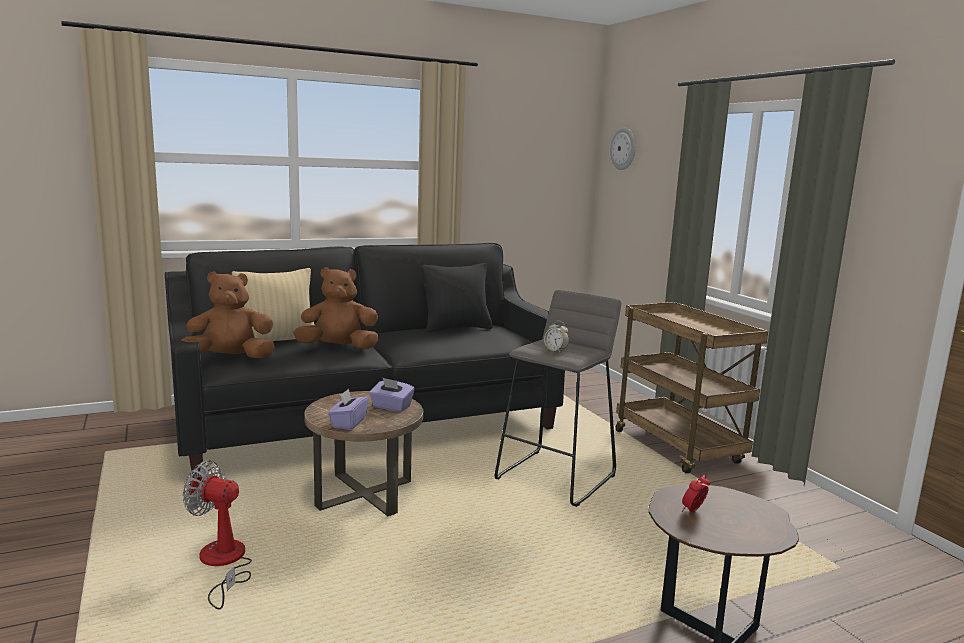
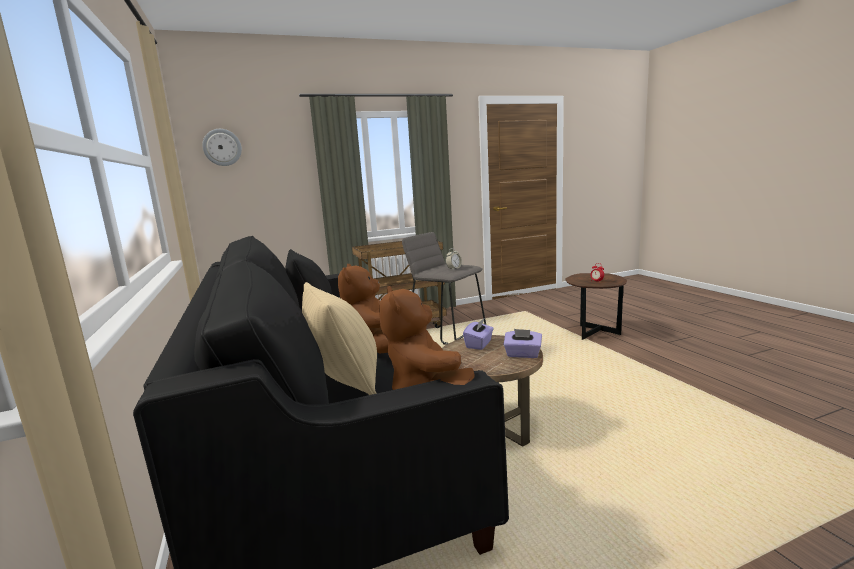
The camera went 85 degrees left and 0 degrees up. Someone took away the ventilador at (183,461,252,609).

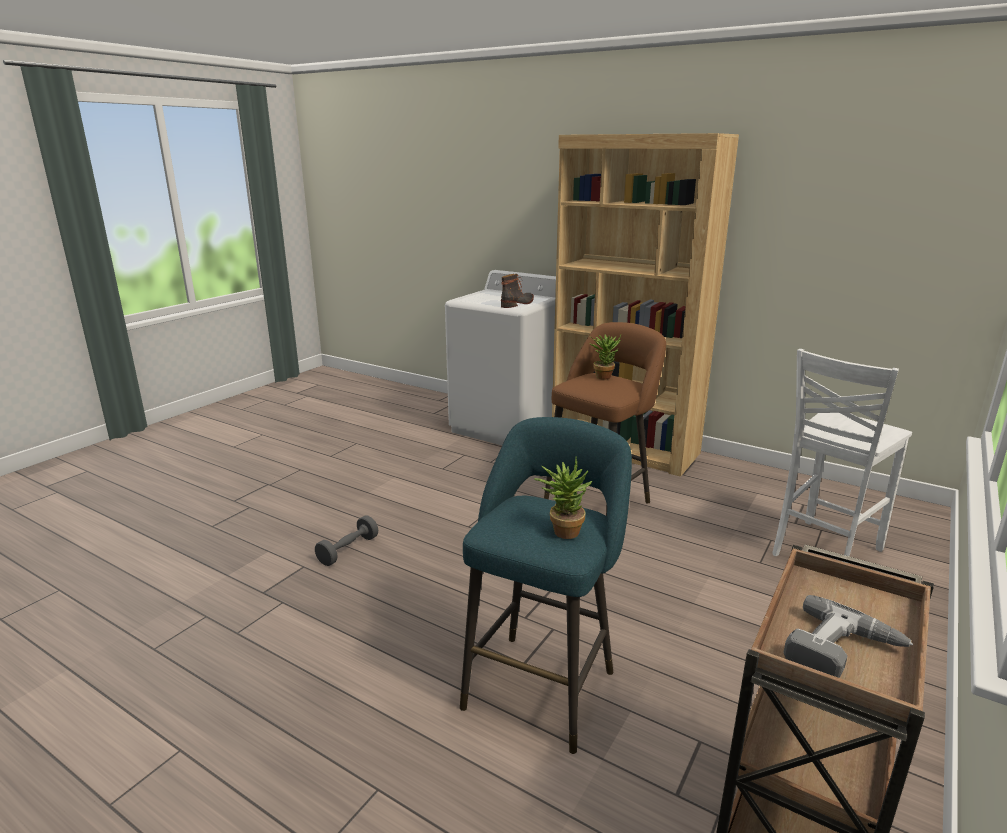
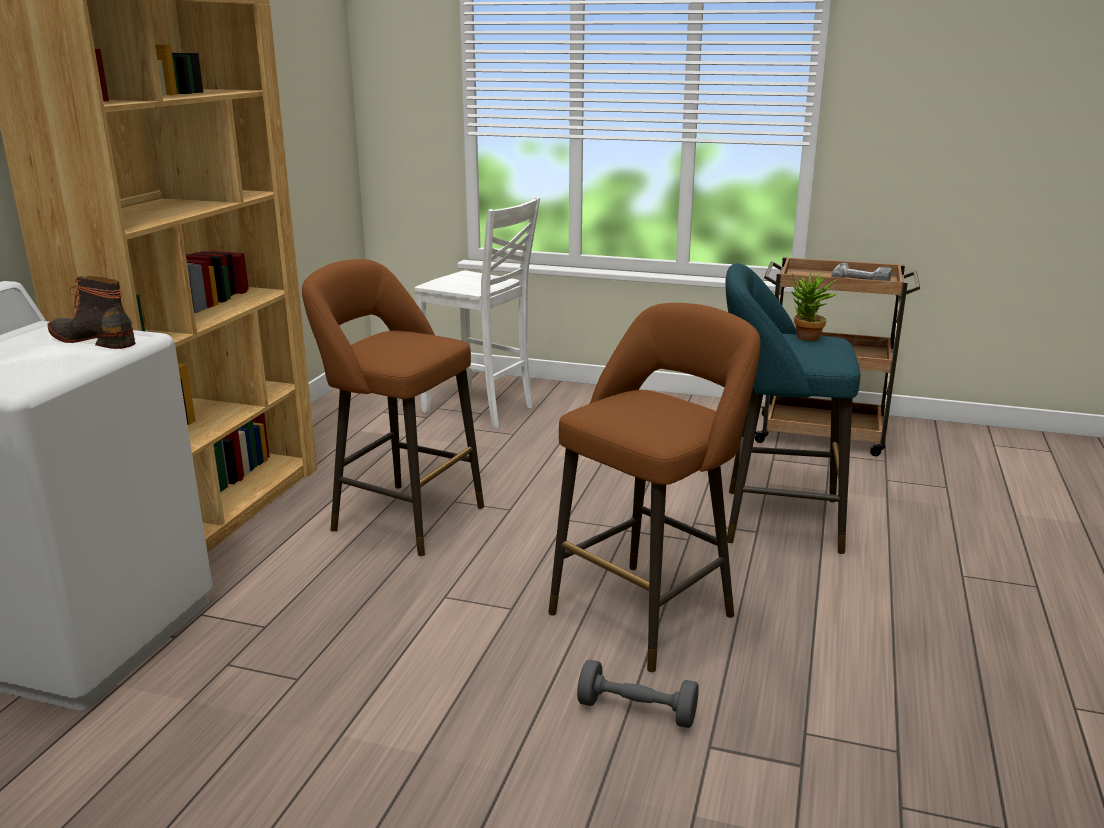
The camera went 105 degrees left and 0 degrees up. Someone took away the planta en maceta at (589,335,621,379). Someone put down the taburete (marrón) at (548,303,761,672).

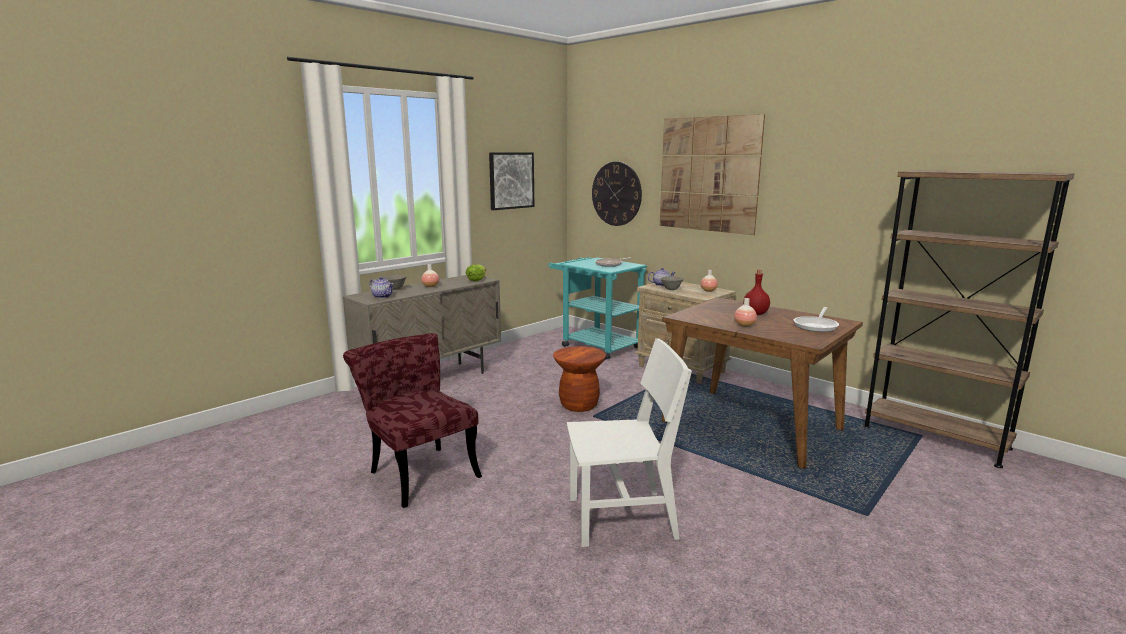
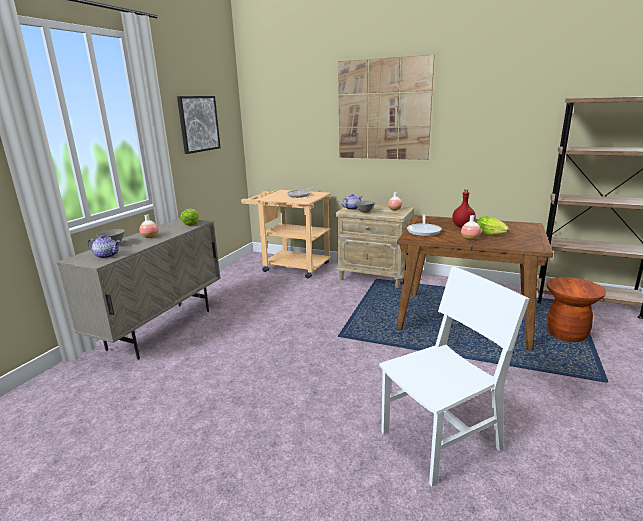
The camera went 20 degrees left and 5 degrees up. Someone took away the silla (rojo) at (343,333,482,508). Someone took away the reloj de pared at (592,162,642,226). Someone put down the lechuga at (477,216,510,235). Someone carried the taburete (marrón) from (553,346,606,412) to (546,277,606,342). Someone carried the sartén from (794,307,839,332) to (407,214,442,236). Someone repainted the carrito (turquesa) at (548,257,647,360), which became the carrito (beis) at (241,190,331,279).

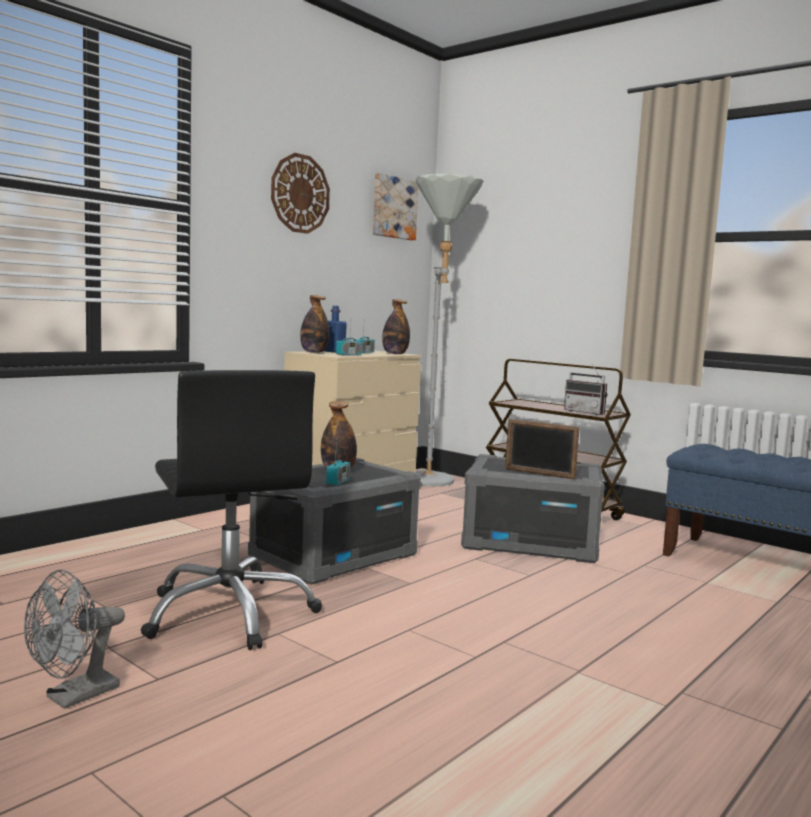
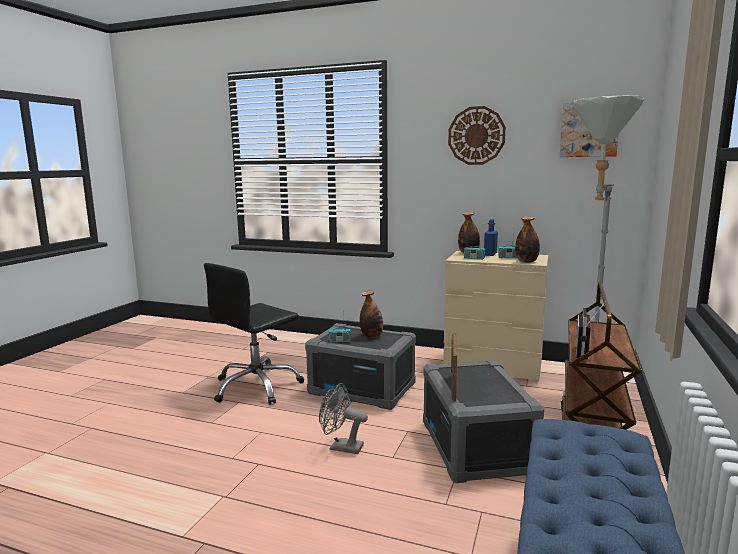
The camera went 70 degrees right and 5 degrees up. Someone carried the ventilador (gris) from (24,570,125,709) to (319,383,368,454).

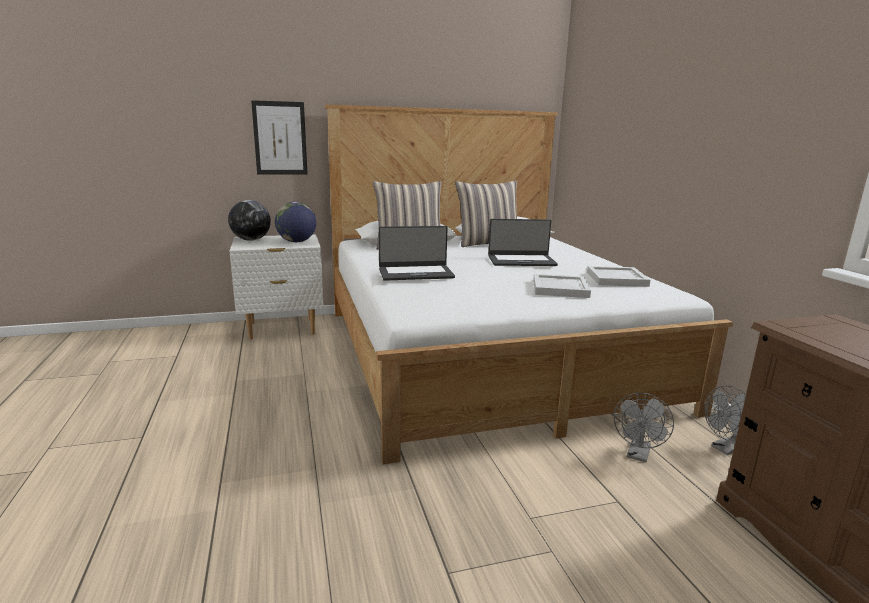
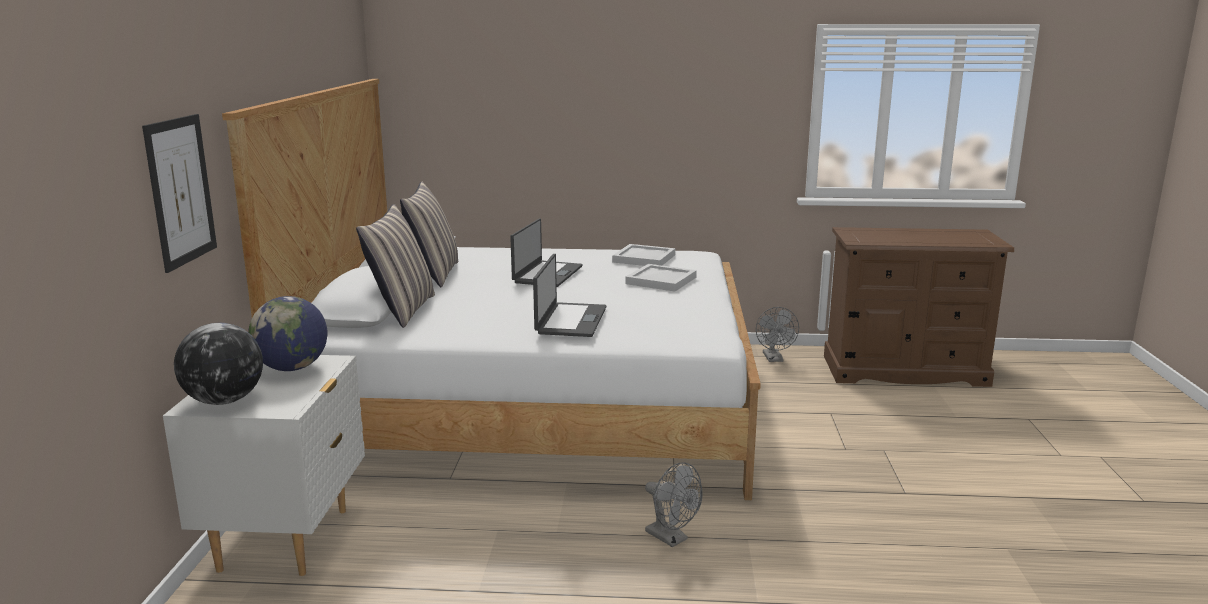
The camera went 70 degrees left and 0 degrees up. Someone carried the ventilador (gris) from (614,393,674,462) to (645,462,703,547).

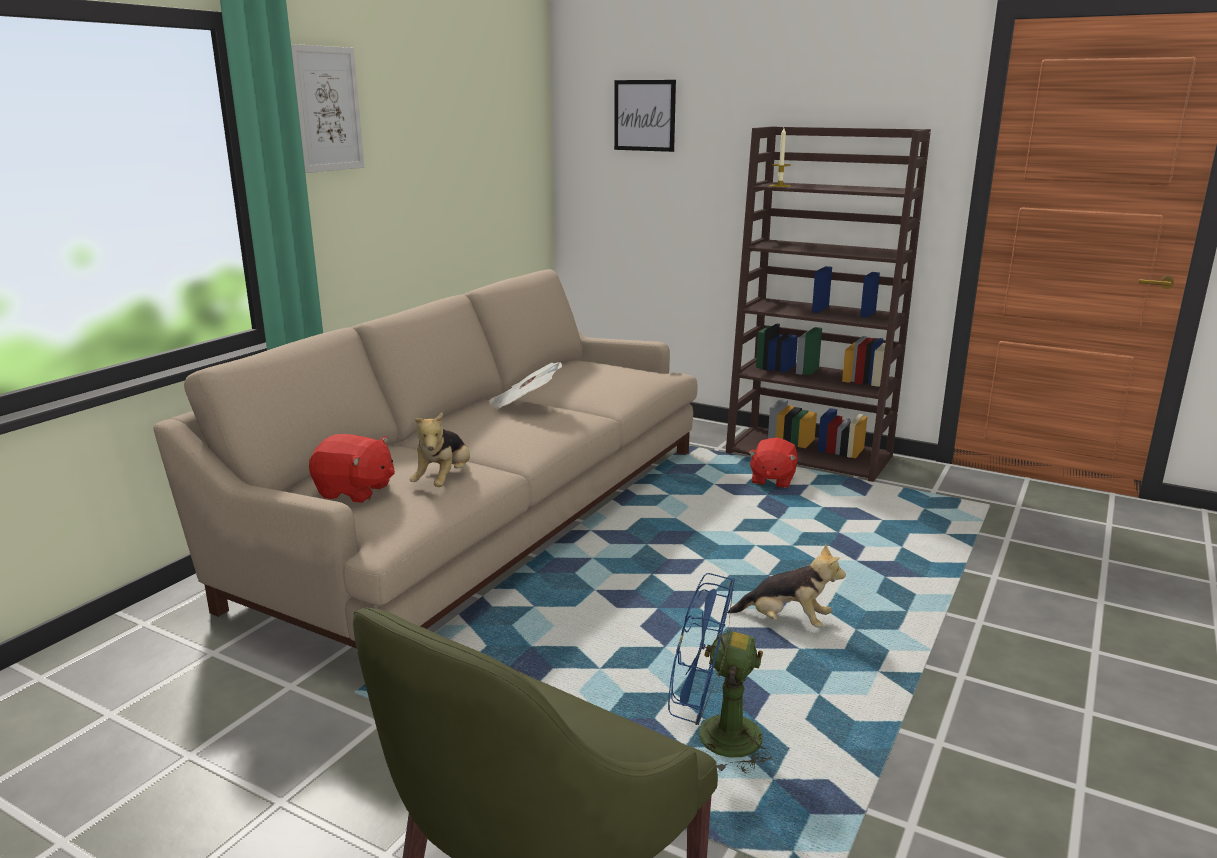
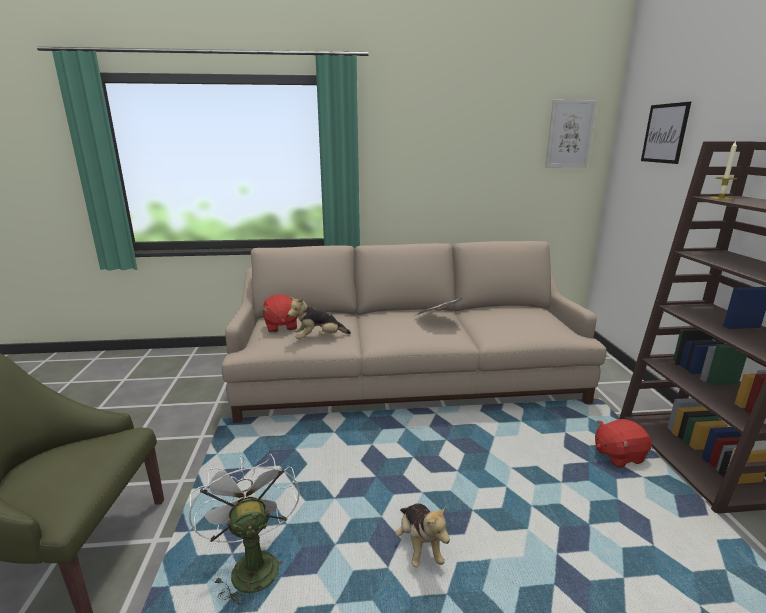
The camera went 55 degrees right and 0 degrees up. Someone carried the cuadro from (291,44,364,173) to (545,100,597,168). Someone repainted the ventilador (azul) at (668,573,781,773), which became the ventilador (blanco) at (189,454,300,609).

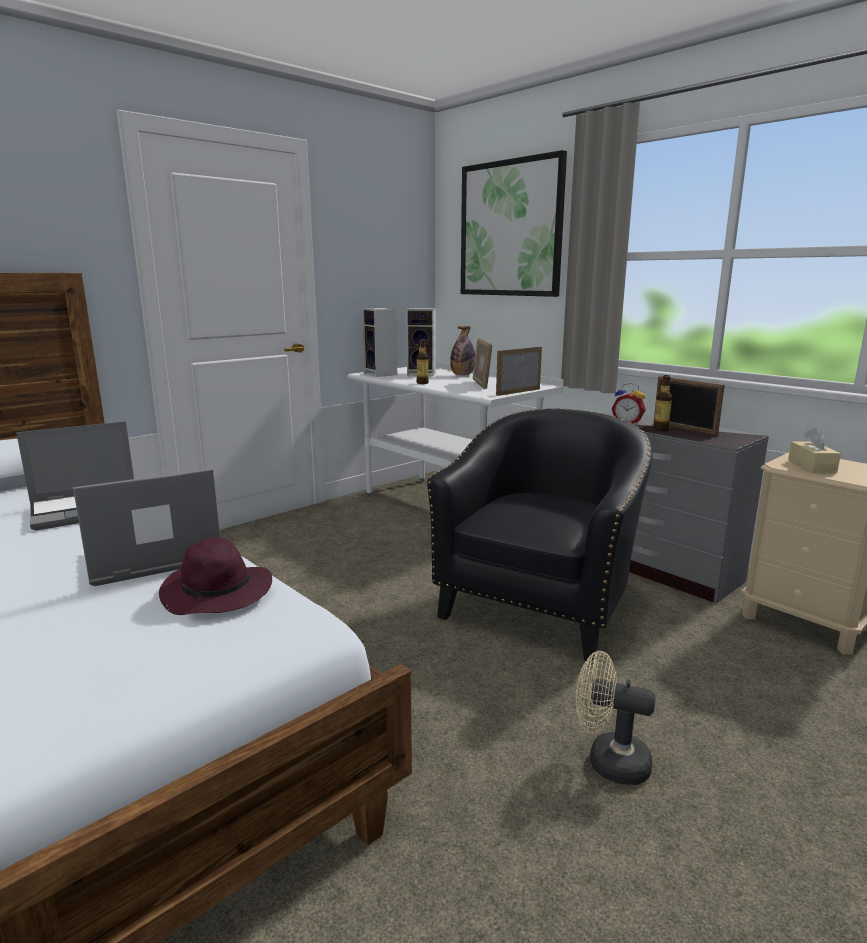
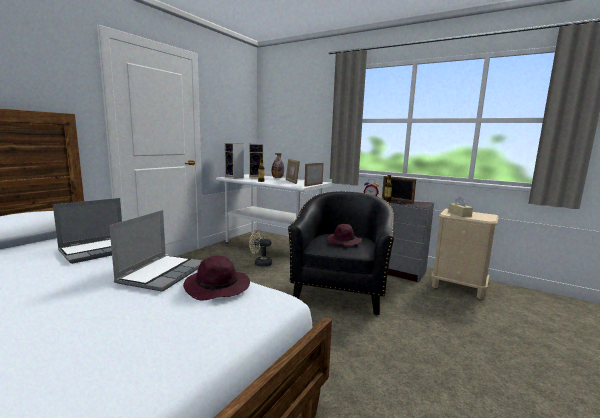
The camera went 15 degrees left and 5 degrees down. Someone took away the cuadro at (461,150,567,297). Someone put down the sombrero (morado) at (327,224,362,245). Someone carried the ventilador (beis) from (576,651,656,785) to (249,231,272,267). Someone rotated the portátil at (73,469,220,586) by 150 degrees clockwise.

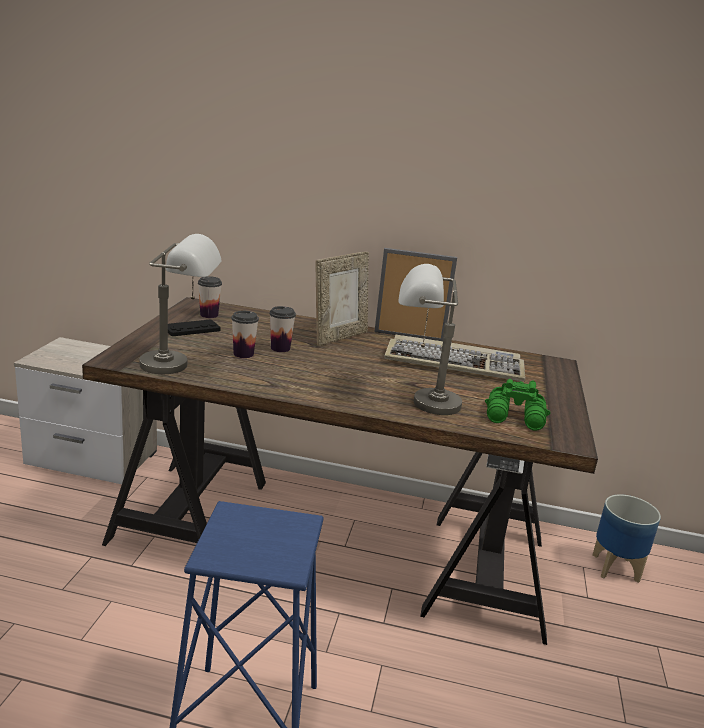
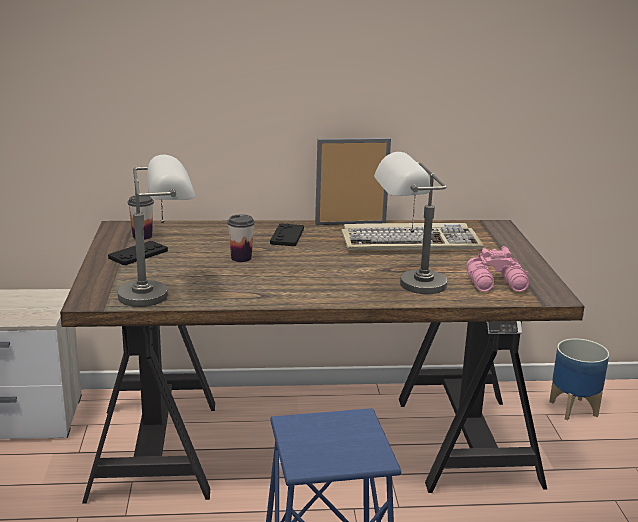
The camera went 15 degrees left and 0 degrees up. Someone took away the taza at (231,311,259,358). Someone swapped the portarretratos at (316,252,369,346) for the mando de consola (negro) at (270,223,304,246). Someone repainted the prismáticos (verde) at (485,379,550,431), which became the prismáticos (rosa) at (466,246,529,292).

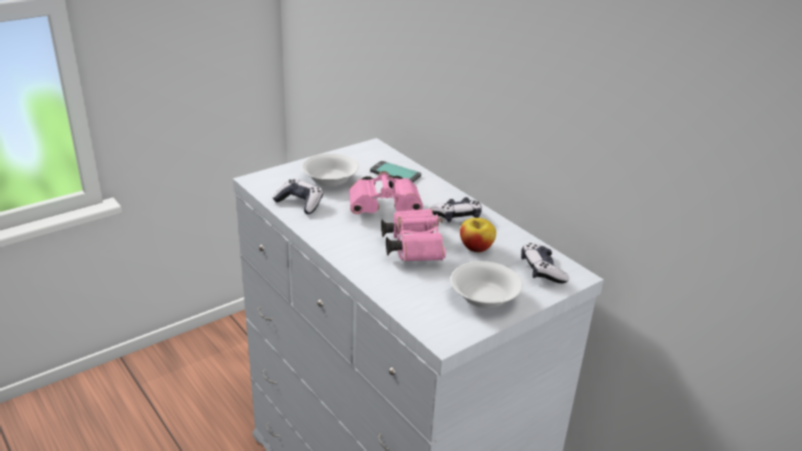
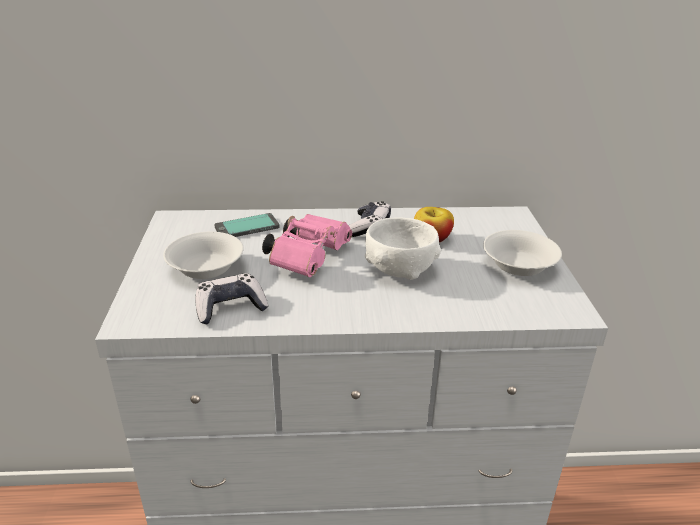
The camera went 55 degrees left and 0 degrees up. Someone took away the mando de consola at (521,243,569,284). Someone swapped the prismáticos (rosa) at (381,209,446,261) for the cuenco (blanco) at (365,217,441,280).

